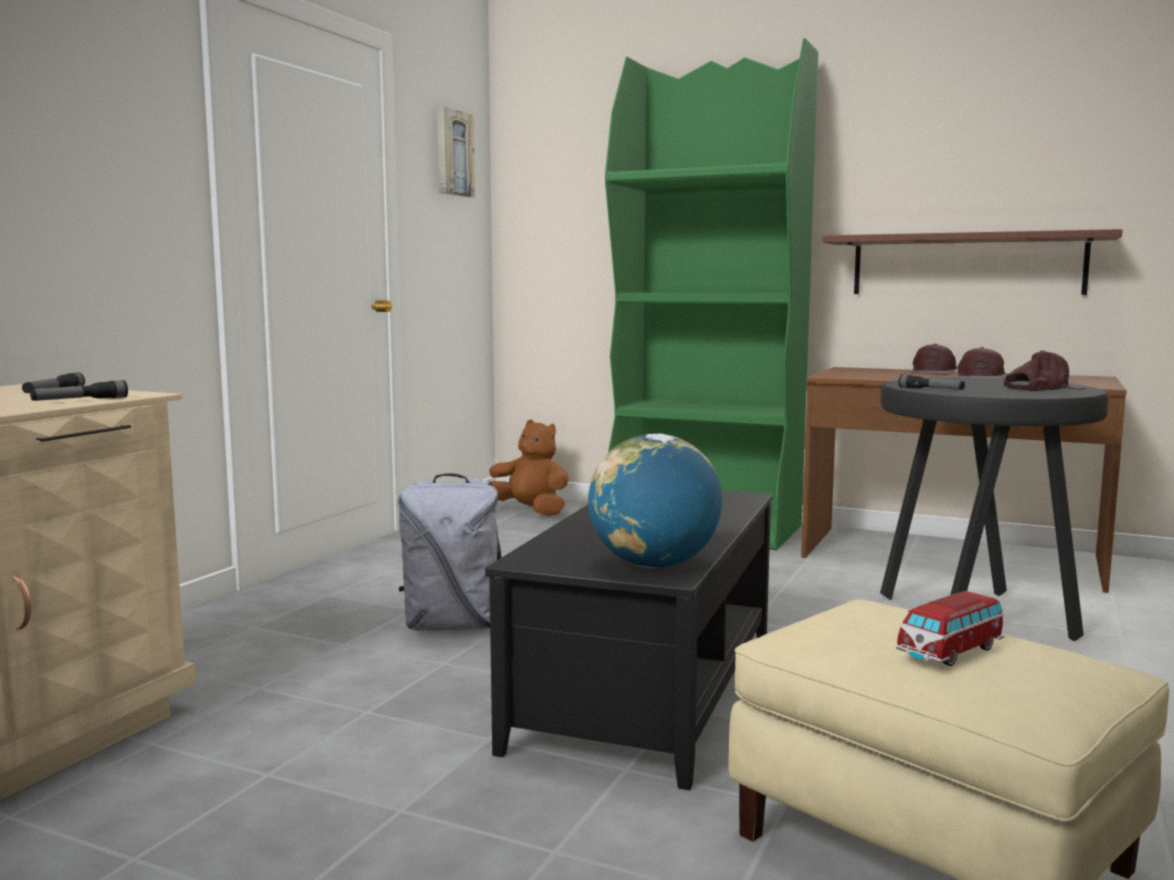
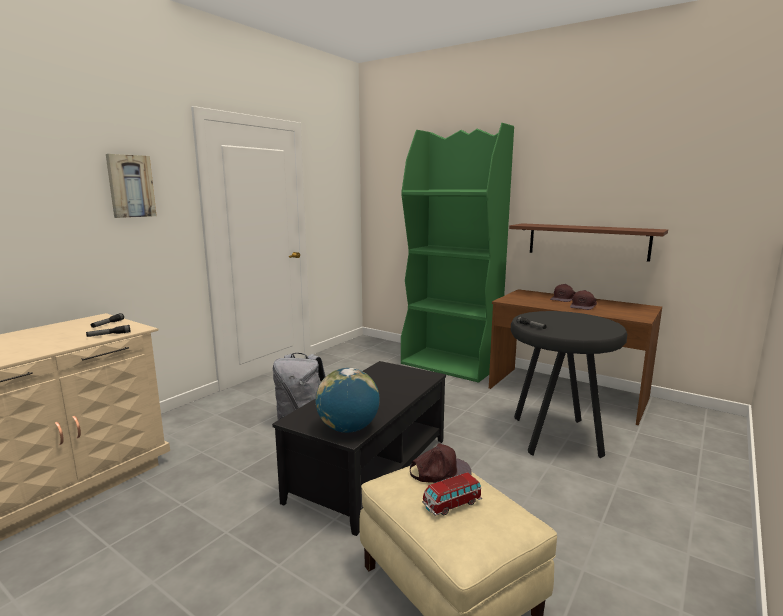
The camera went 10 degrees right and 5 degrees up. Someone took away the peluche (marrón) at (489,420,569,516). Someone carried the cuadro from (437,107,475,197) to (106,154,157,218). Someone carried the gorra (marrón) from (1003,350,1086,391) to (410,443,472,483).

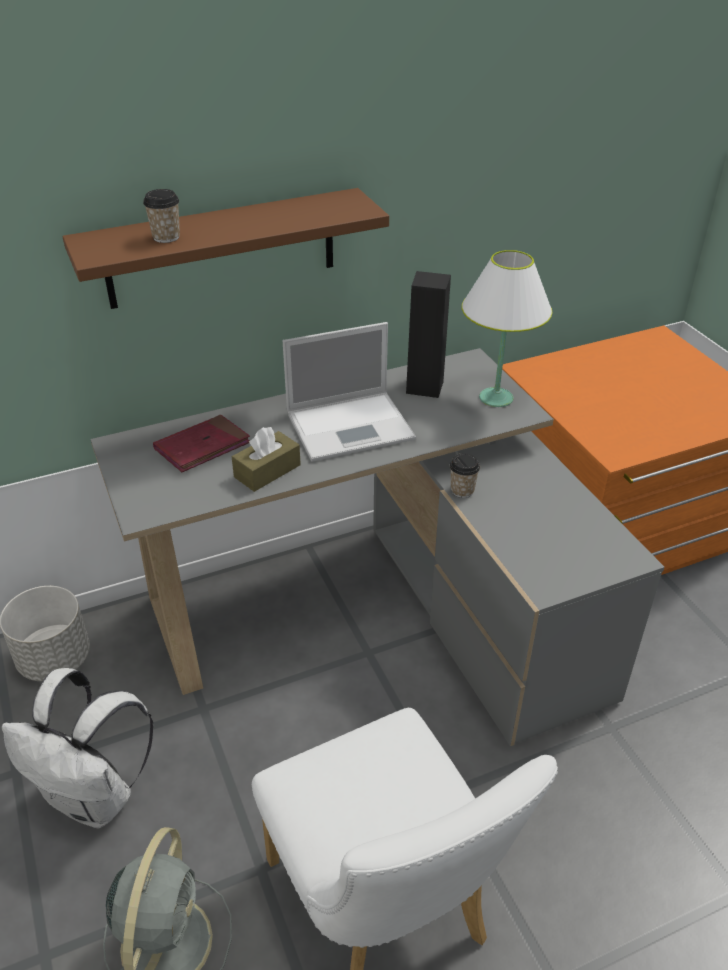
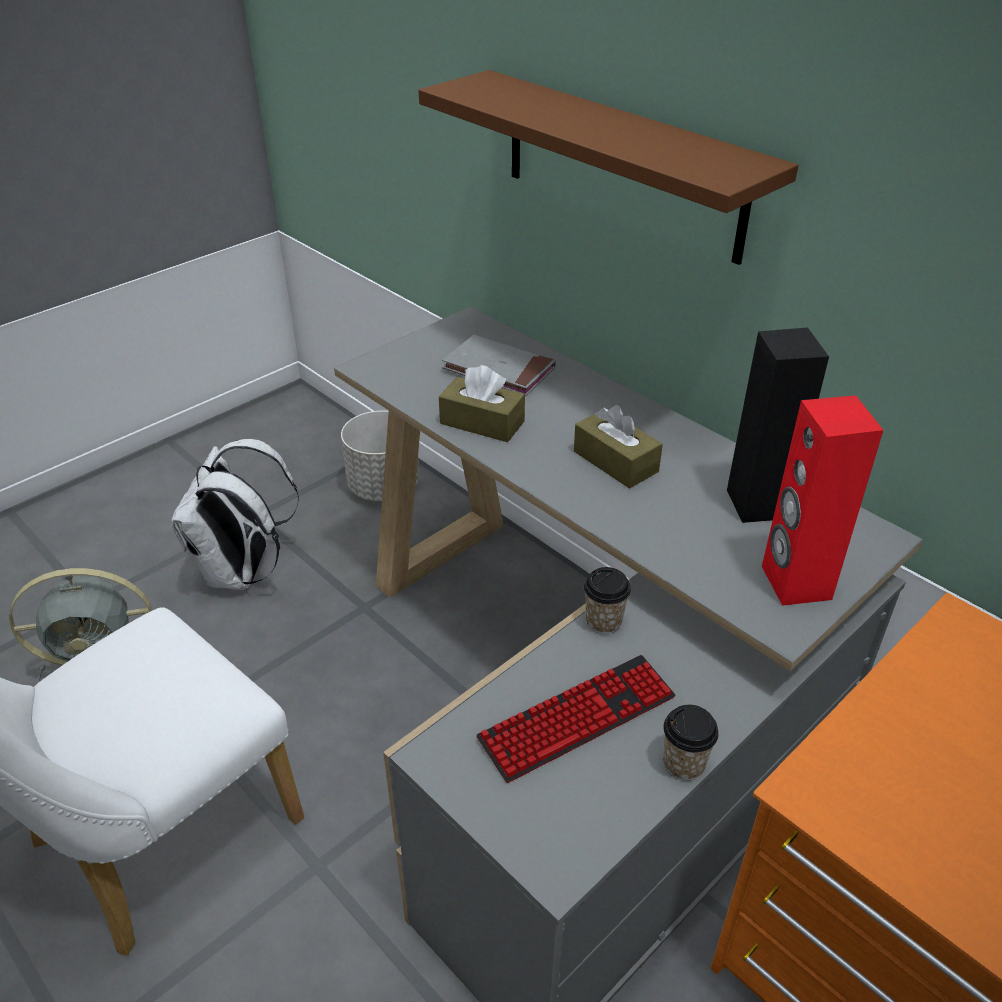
The camera went 70 degrees right and 0 degrees up. Someone put down the teclado at (476,655,675,783). Someone carried the taza from (143,189,180,243) to (663,705,719,781). Someone swapped the portátil at (283,322,416,462) for the caja de pañuelos (marrón) at (574,405,663,489). Someone swapped the lámpara de mesa (blanco) at (462,250,552,407) for the altavoz (rojo) at (762,395,883,606). Someone repainted the libro (rojo) at (153,415,250,472), which became the libro (gris) at (442,335,556,396).

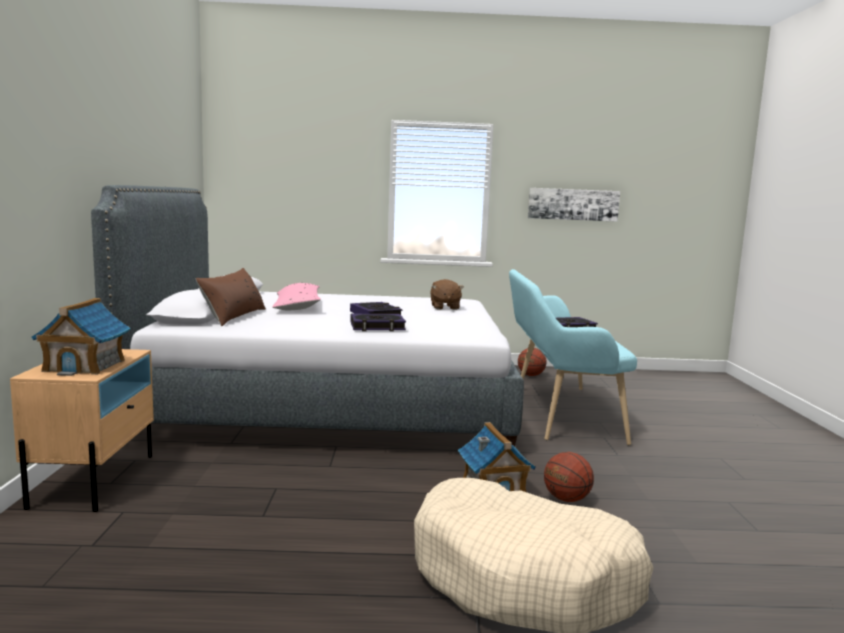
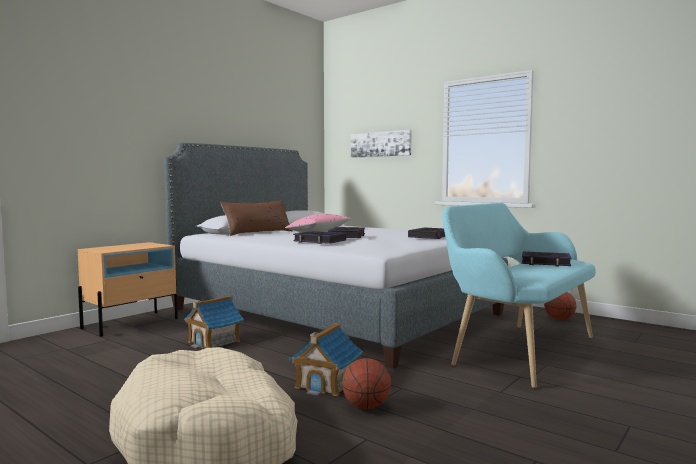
The camera went 40 degrees right and 5 degrees down. Someone carried the casita from (32,298,131,376) to (184,296,244,348). Someone carried the cuadro from (528,188,620,222) to (351,130,412,158). Someone swapped the peluche (marrón) at (430,279,464,310) for the libro at (408,227,445,239).

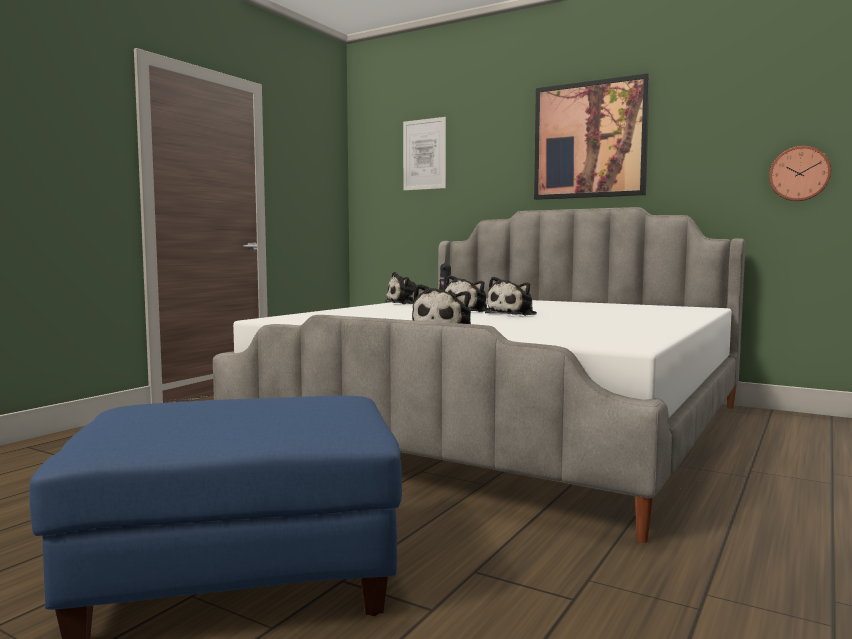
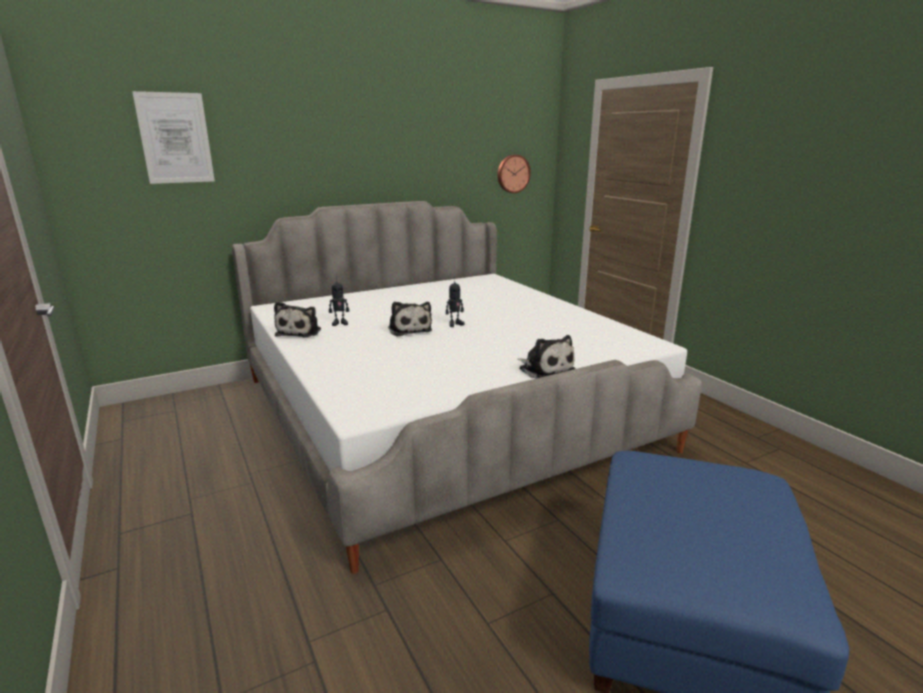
The camera went 60 degrees left and 15 degrees up. Someone took away the cuadro at (534,73,650,200). Someone swapped the peluche at (485,277,537,316) for the robot de juguete at (446,277,465,327).

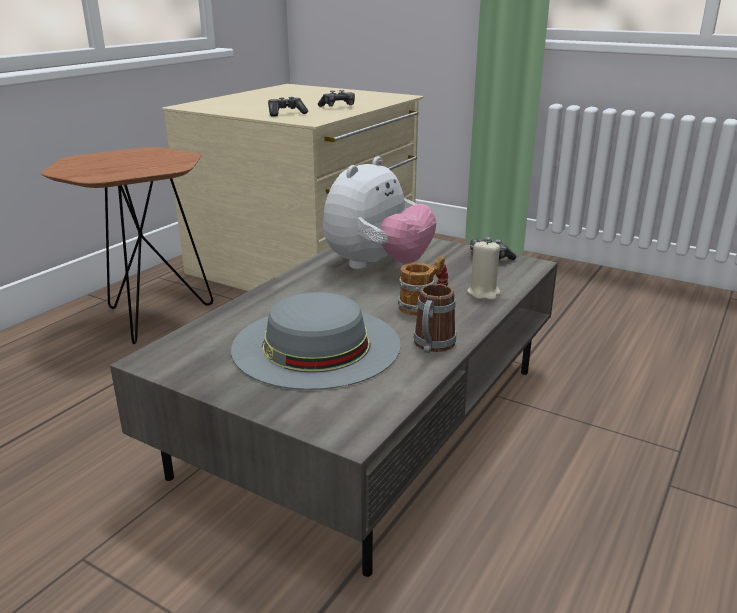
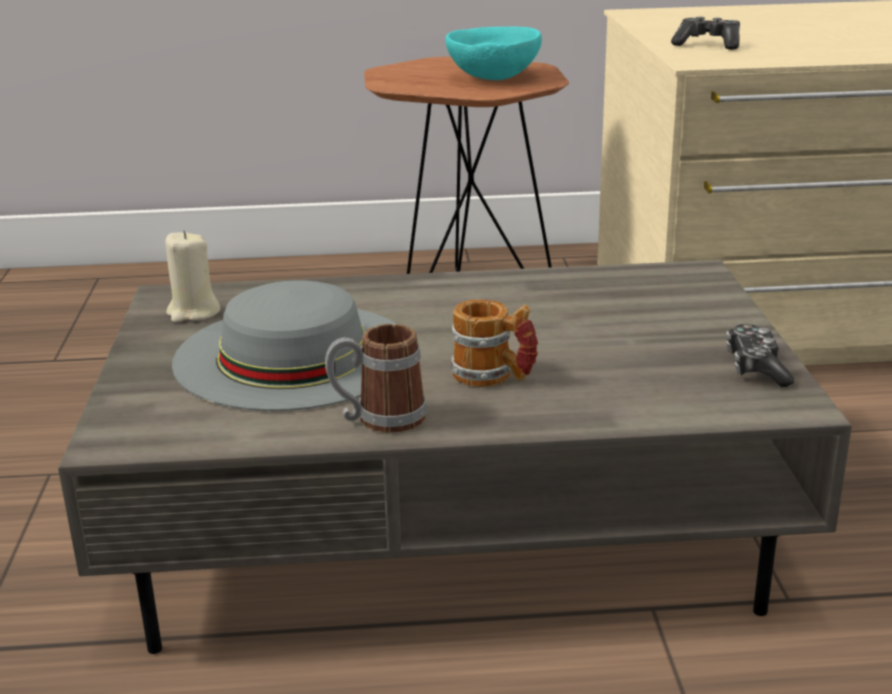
The camera went 55 degrees right and 0 degrees up. Someone took away the mando de consola at (318,90,355,107). Someone took away the peluche at (323,156,437,270). Someone put down the cuenco (turquesa) at (445,27,542,80). Someone carried the vela (beis) from (467,239,500,300) to (165,231,220,322).

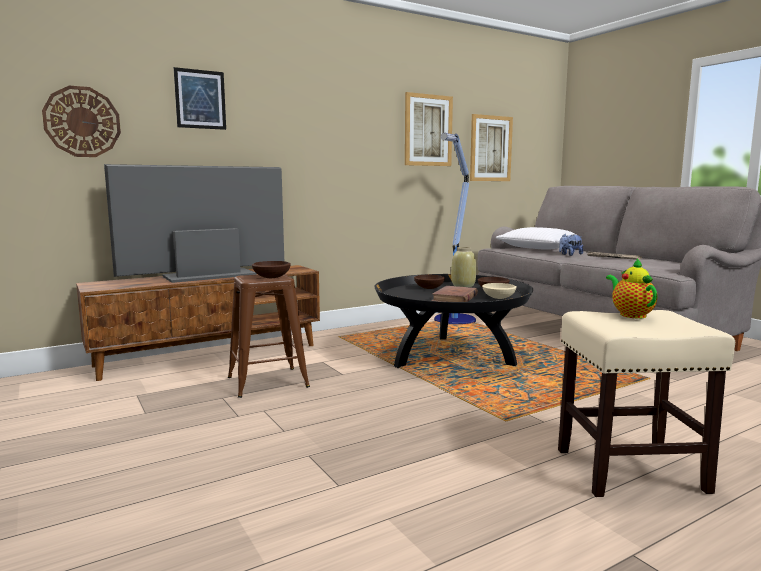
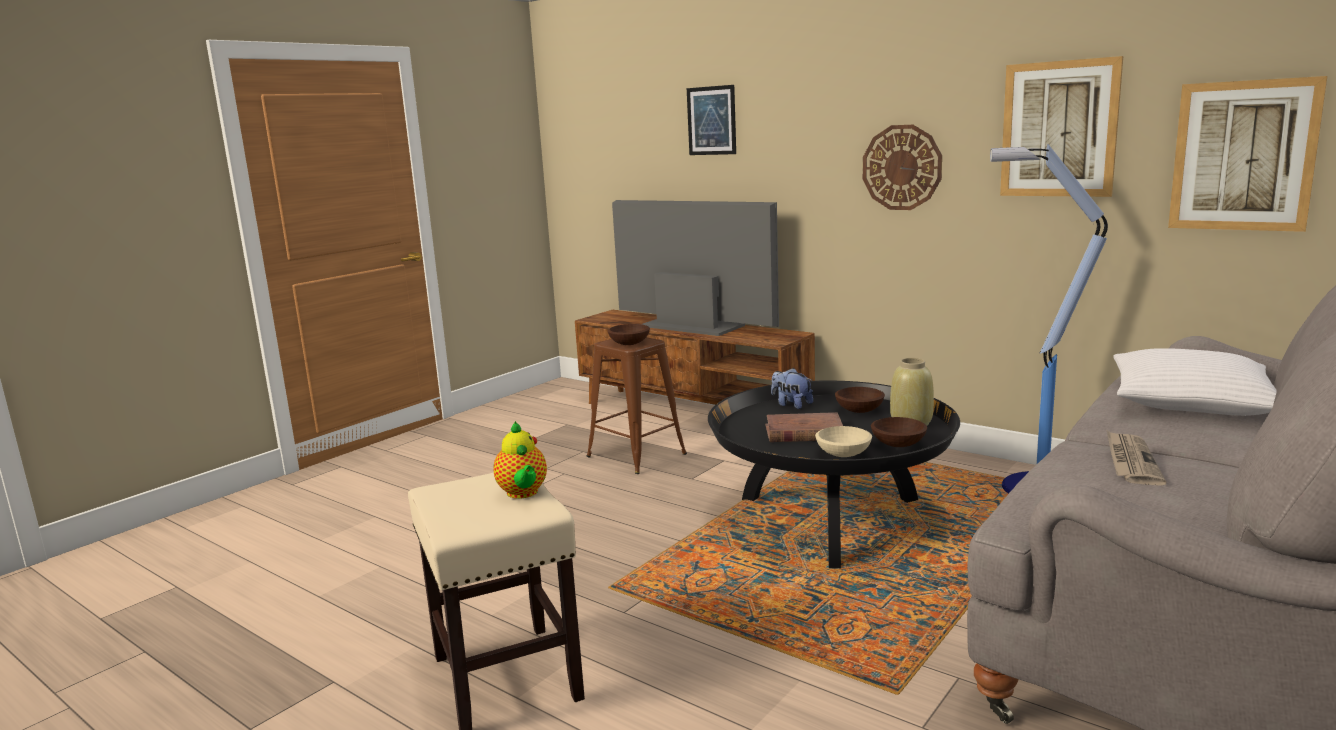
The camera went 70 degrees right and 5 degrees up. Someone carried the reloj de pared from (42,86,121,157) to (863,125,942,210). Someone carried the peluche from (559,234,583,256) to (771,368,813,409). Someone rotated the tetera at (606,258,658,319) by 105 degrees clockwise.

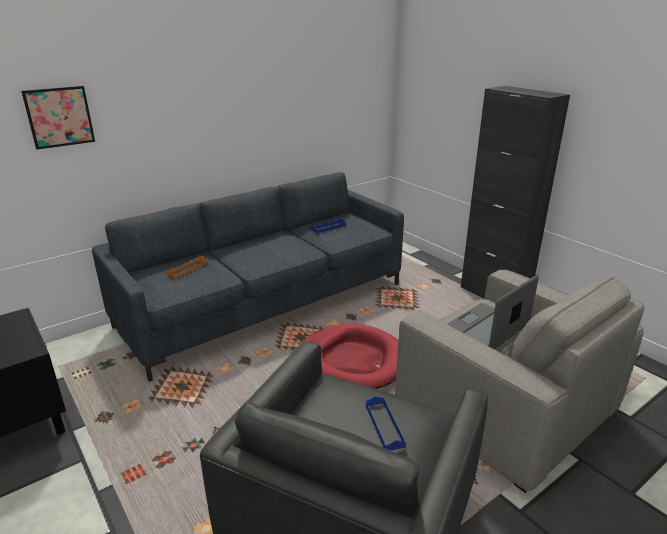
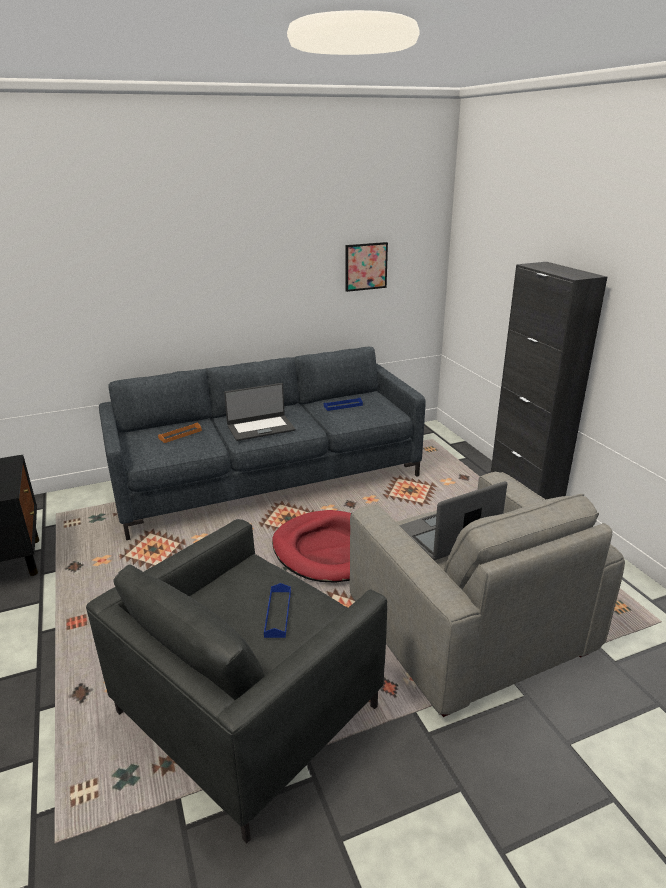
The camera went 15 degrees right and 0 degrees up. Someone put down the portátil at (224,383,296,441). Someone carried the cuadro from (21,86,95,149) to (346,242,388,292).

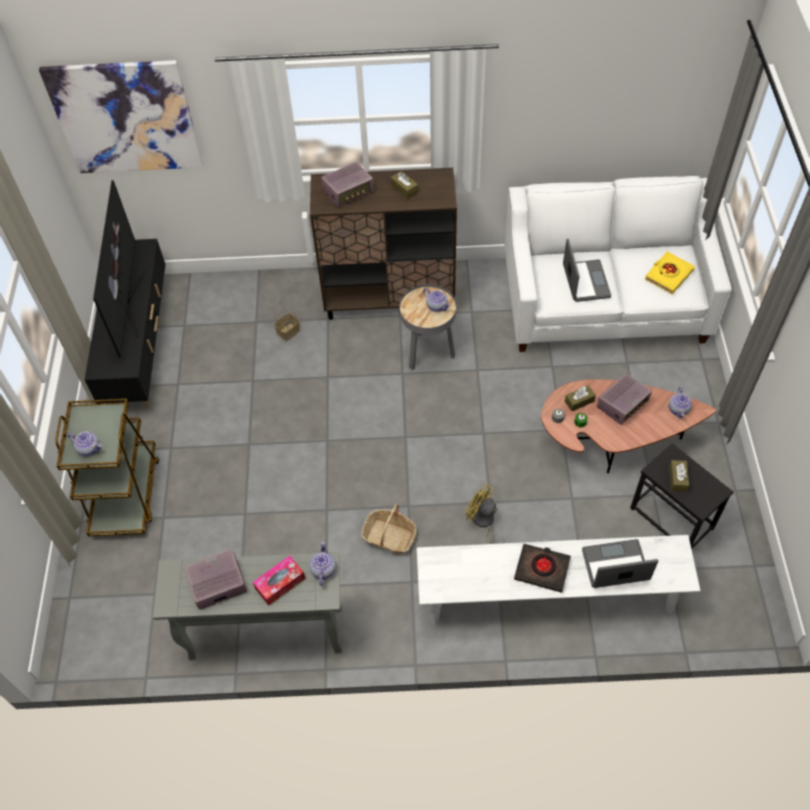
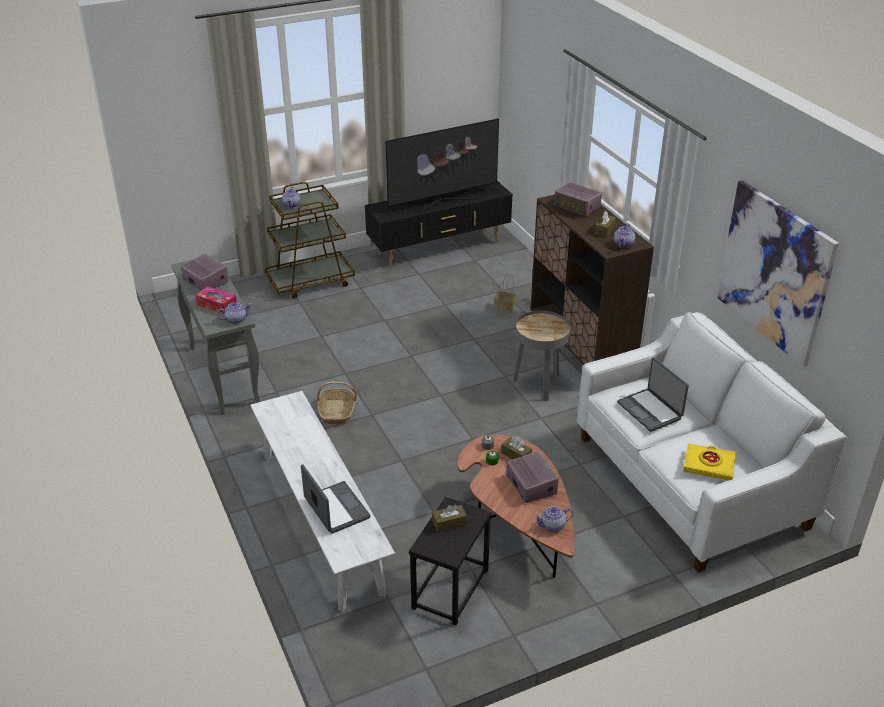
The camera went 65 degrees right and 20 degrees down. Someone took away the ventilador (amarillo) at (466,483,505,544). Someone took away the libro (negro) at (514,544,571,593). Someone carried the cuadro from (39,60,203,173) to (717,181,839,367). Someone carried the tetera from (423,288,451,312) to (614,223,635,248). Someone rotated the portátil at (563,239,611,302) by 90 degrees clockwise. Someone rotated the radio at (597,374,652,425) by 135 degrees counterclockwise.

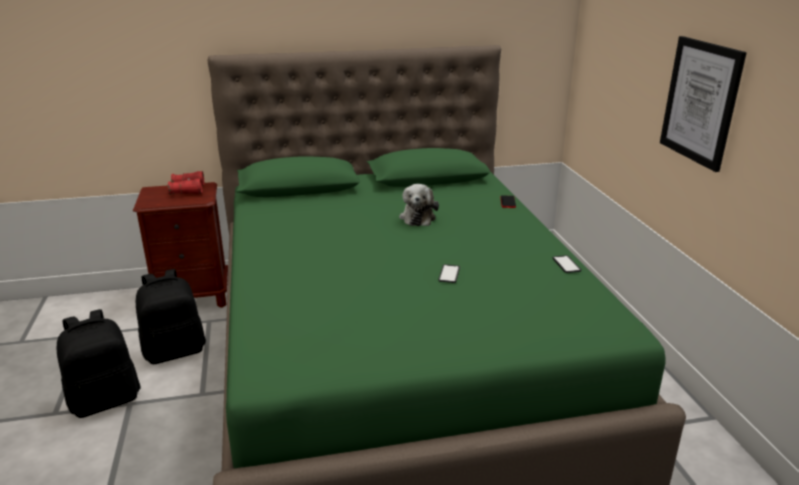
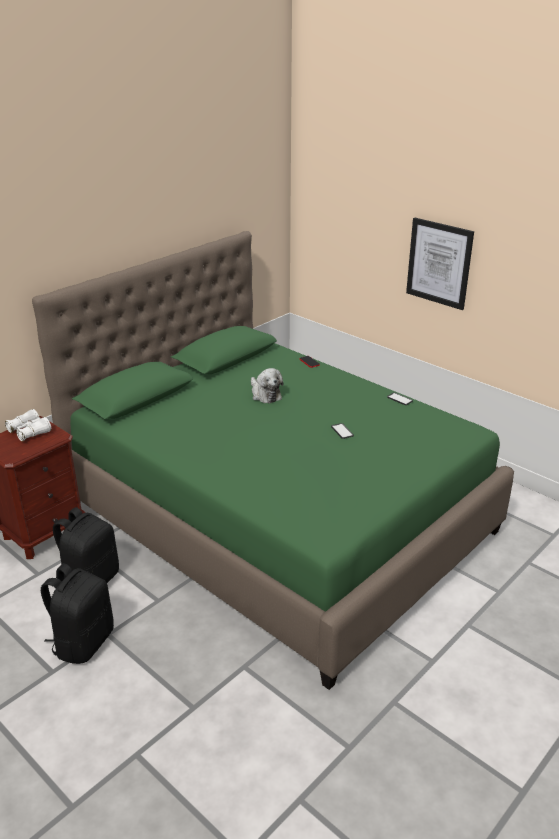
The camera went 35 degrees left and 5 degrees up. Someone repainted the prismáticos (rojo) at (168,171,204,195), which became the prismáticos (blanco) at (5,409,51,441).

